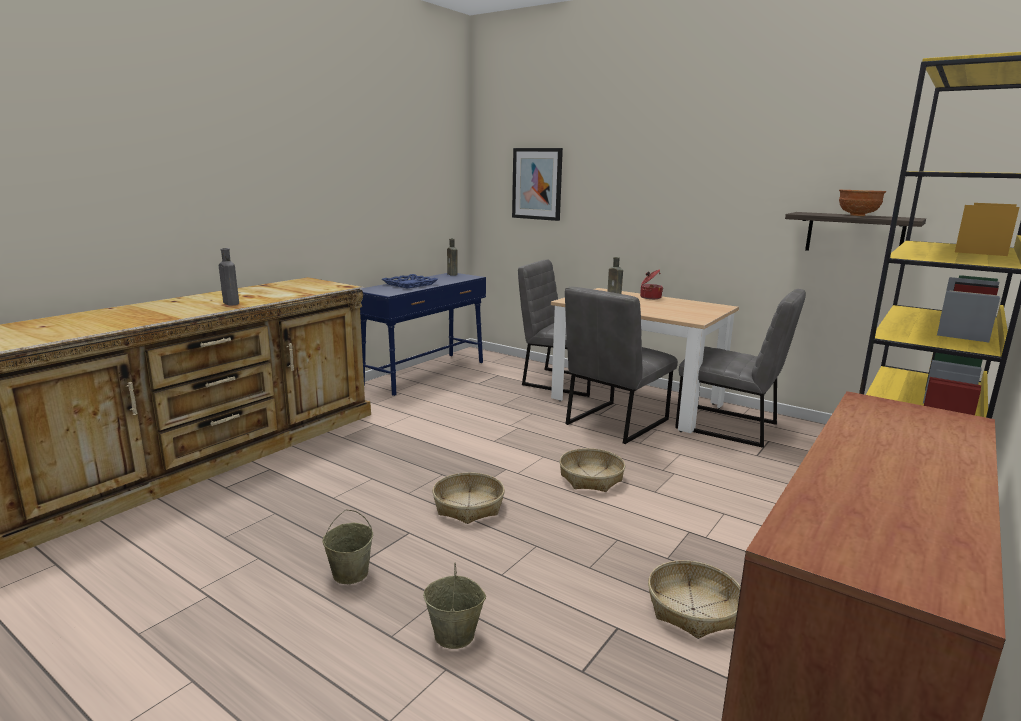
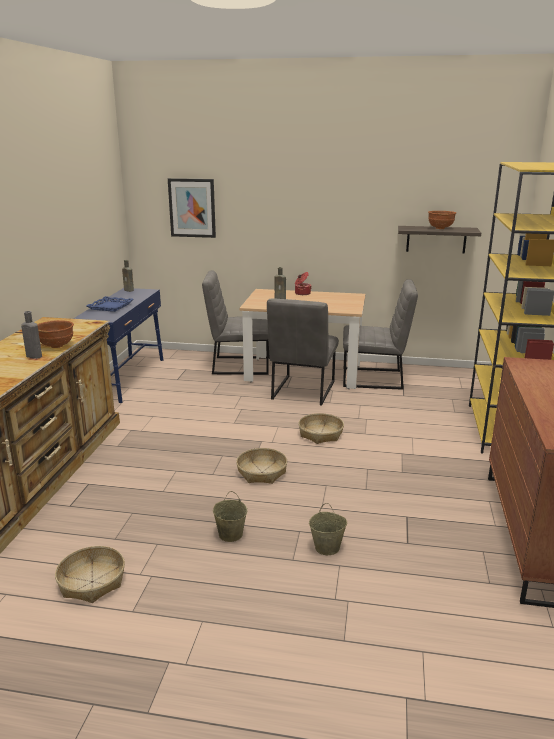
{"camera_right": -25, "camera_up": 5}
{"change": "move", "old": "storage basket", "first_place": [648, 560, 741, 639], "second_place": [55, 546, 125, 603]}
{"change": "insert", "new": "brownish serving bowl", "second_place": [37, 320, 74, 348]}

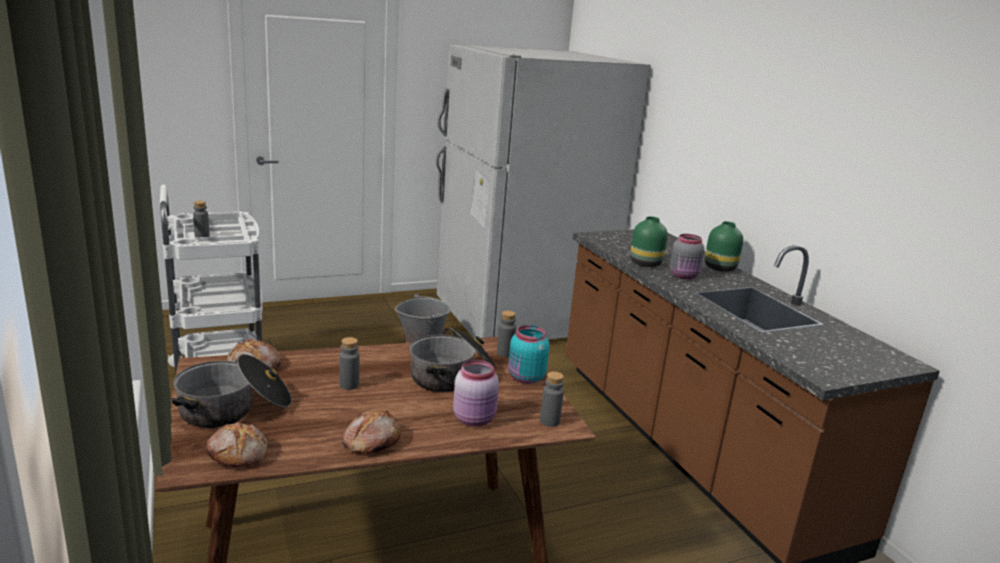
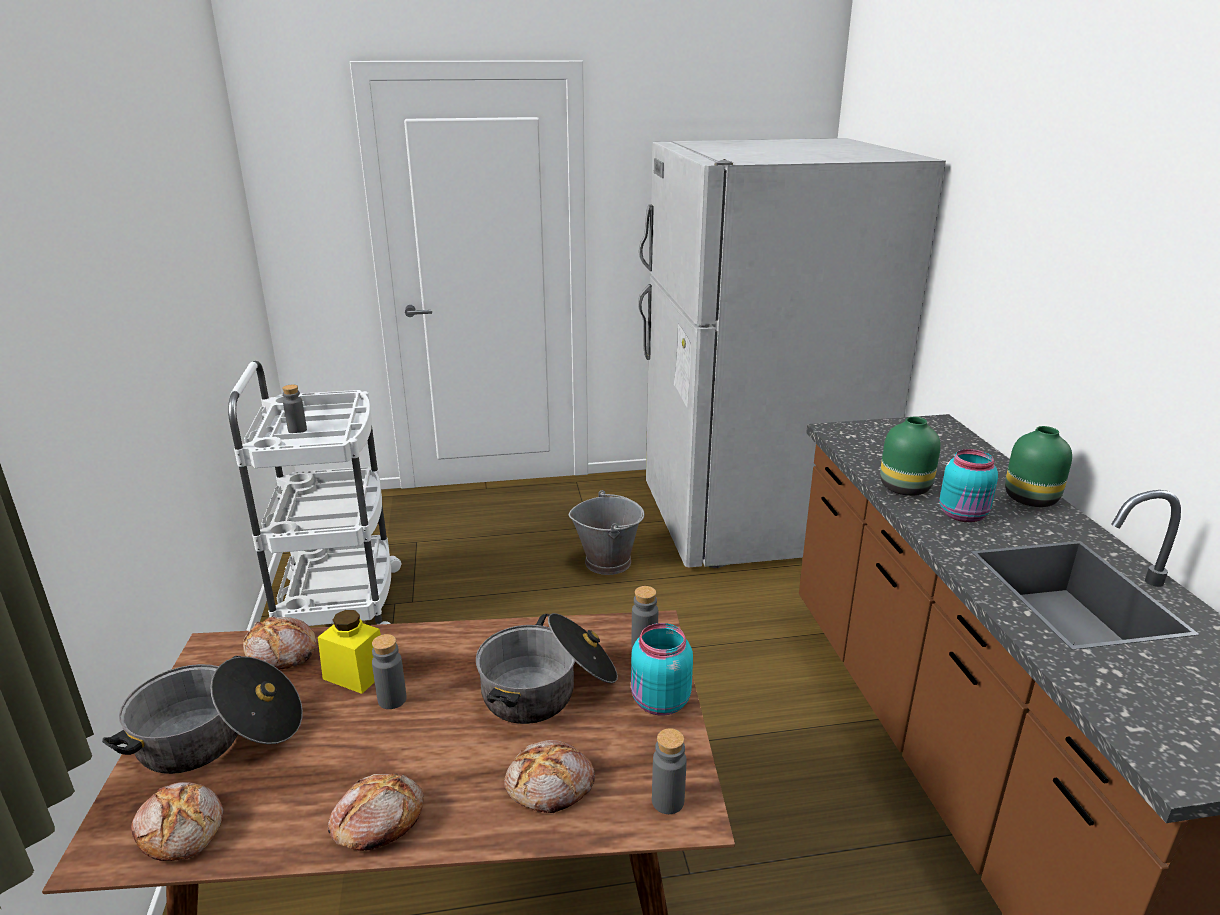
{"camera_right": 15, "camera_up": 5}
{"change": "recolor", "old": "grey storage jar", "new": "turquoise-coloured storage jar", "first_place": [670, 234, 705, 279], "second_place": [939, 449, 998, 522]}
{"change": "replace", "old": "pink-coloured storage jar", "new": "bread", "first_place": [453, 360, 499, 426], "second_place": [504, 740, 595, 813]}
{"change": "insert", "new": "yellow storage jar", "second_place": [318, 610, 381, 694]}

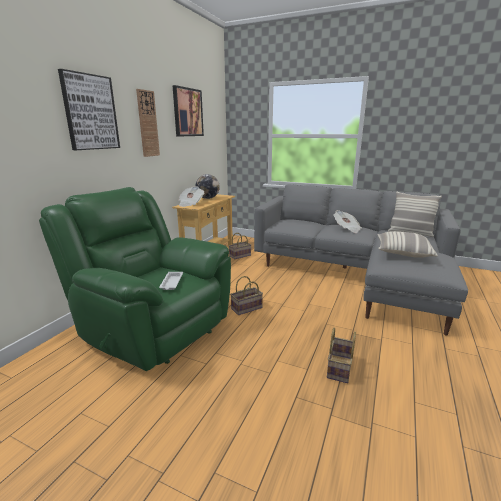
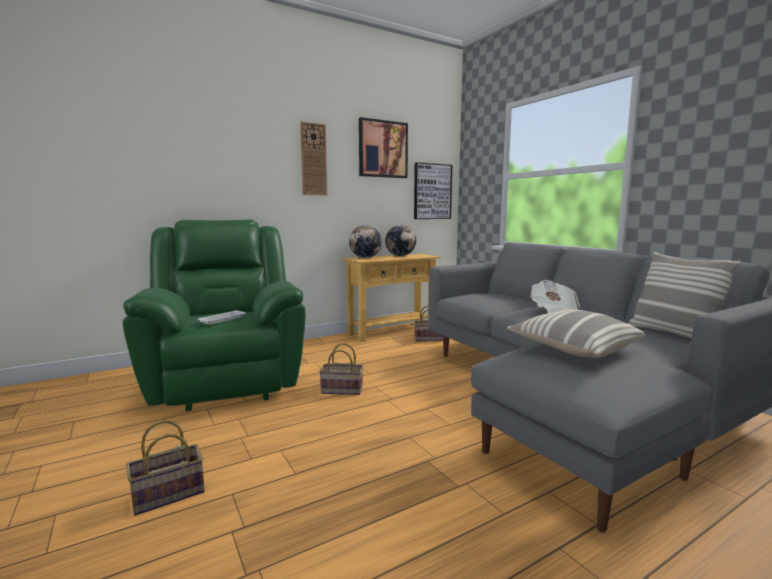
{"camera_right": 35, "camera_up": -10}
{"change": "move", "old": "picture", "first_place": [58, 69, 120, 150], "second_place": [414, 162, 452, 219]}
{"change": "replace", "old": "printed paper", "new": "globe", "first_place": [179, 186, 204, 207], "second_place": [349, 225, 382, 258]}
{"change": "move", "old": "storage basket", "first_place": [327, 328, 356, 383], "second_place": [126, 420, 205, 516]}

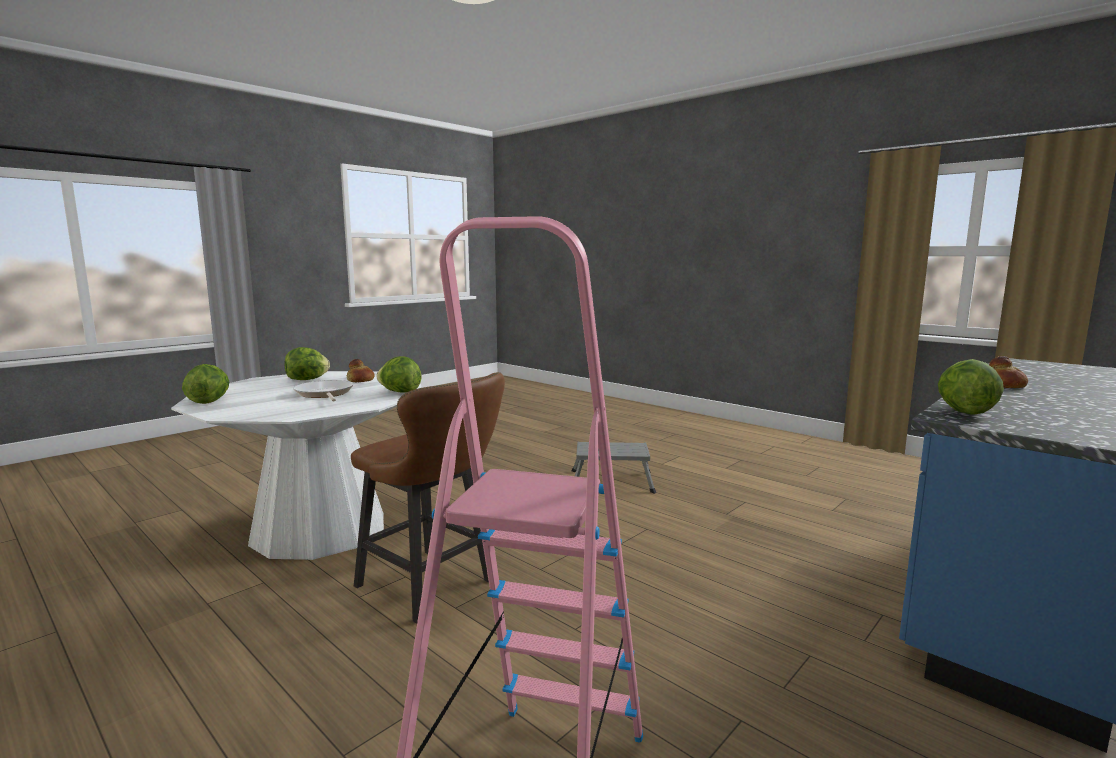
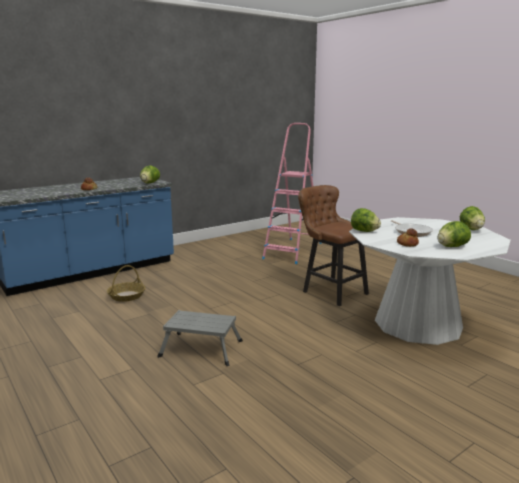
{"camera_right": -170, "camera_up": 5}
{"change": "insert", "new": "storage basket", "second_place": [107, 265, 145, 302]}

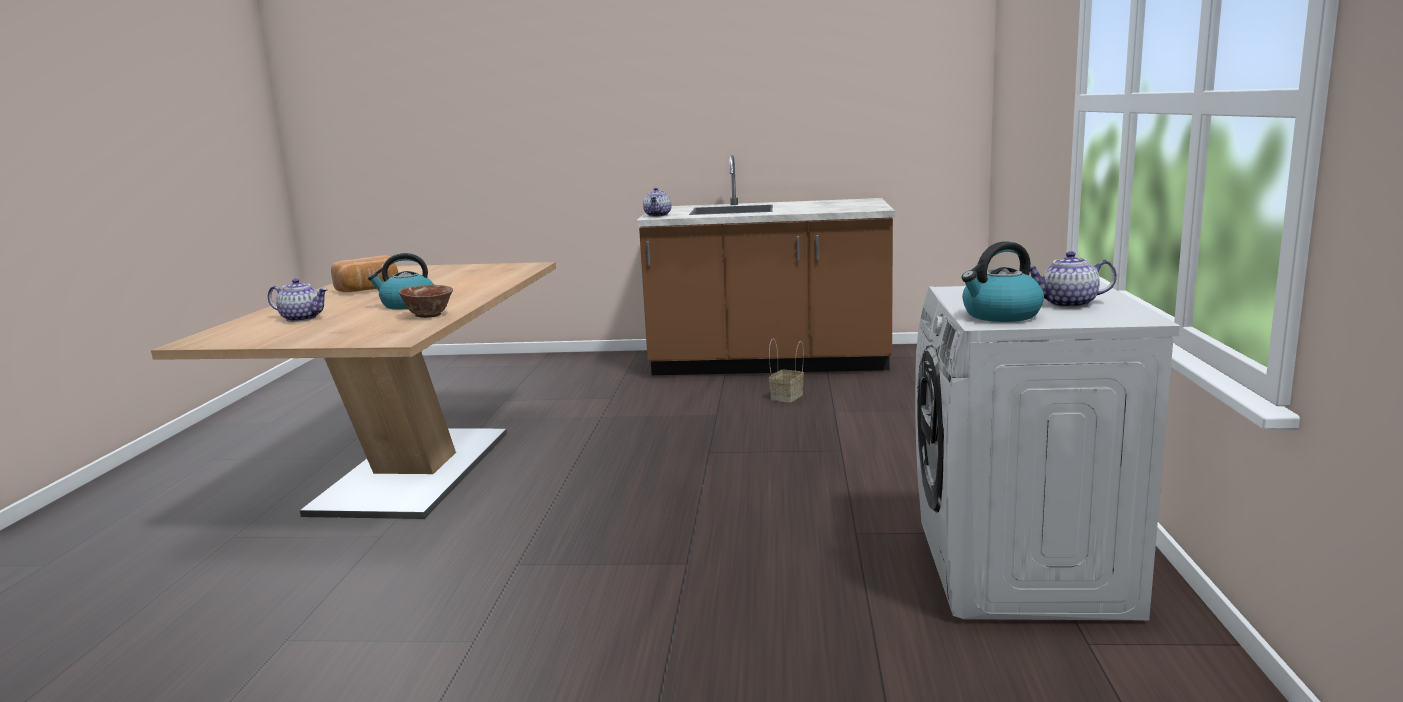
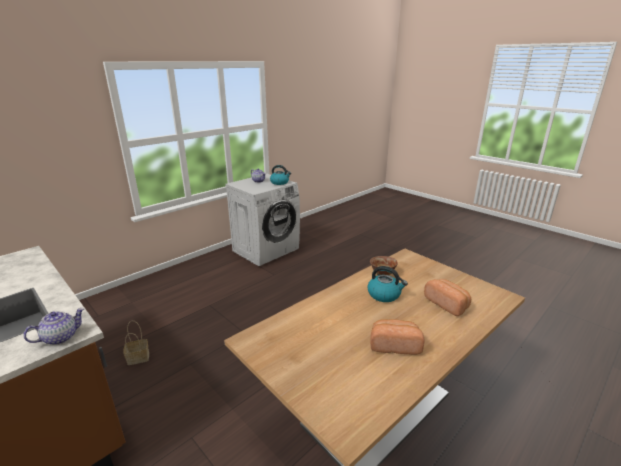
{"camera_right": -140, "camera_up": 10}
{"change": "replace", "old": "teapot", "new": "bread", "first_place": [268, 278, 328, 322], "second_place": [424, 279, 471, 316]}

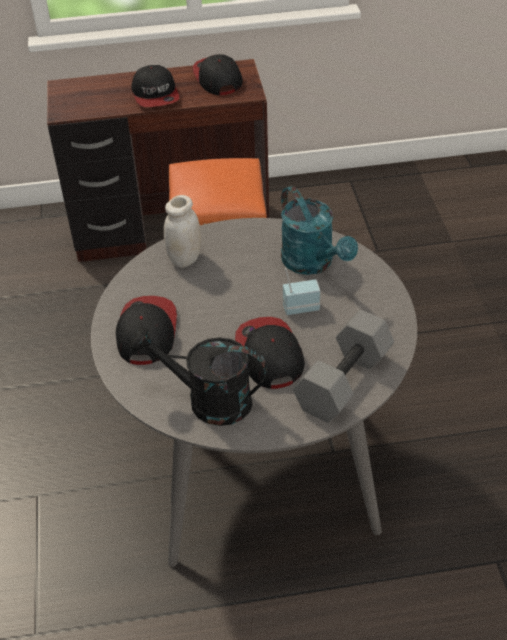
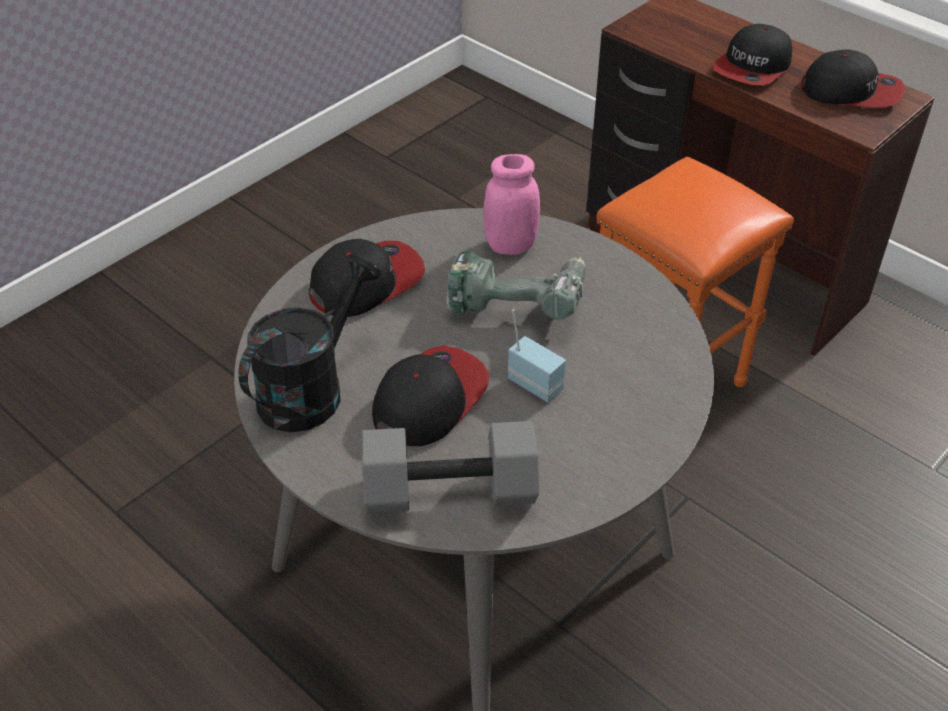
{"camera_right": 50, "camera_up": 0}
{"change": "rotate", "old": "baseball cap", "first_place": [193, 54, 243, 95], "second_place": [801, 49, 905, 108], "degrees": 75}
{"change": "delete", "old": "turquoise-coloured watering can", "first_place": [281, 186, 358, 275]}
{"change": "recolor", "old": "whitish storage jar", "new": "pink-coloured storage jar", "first_place": [164, 195, 201, 268], "second_place": [483, 154, 540, 255]}
{"change": "rotate", "old": "blackish watering can", "first_place": [130, 327, 267, 426], "second_place": [238, 254, 382, 432], "degrees": 60}
{"change": "insert", "new": "power drill", "second_place": [447, 251, 586, 320]}

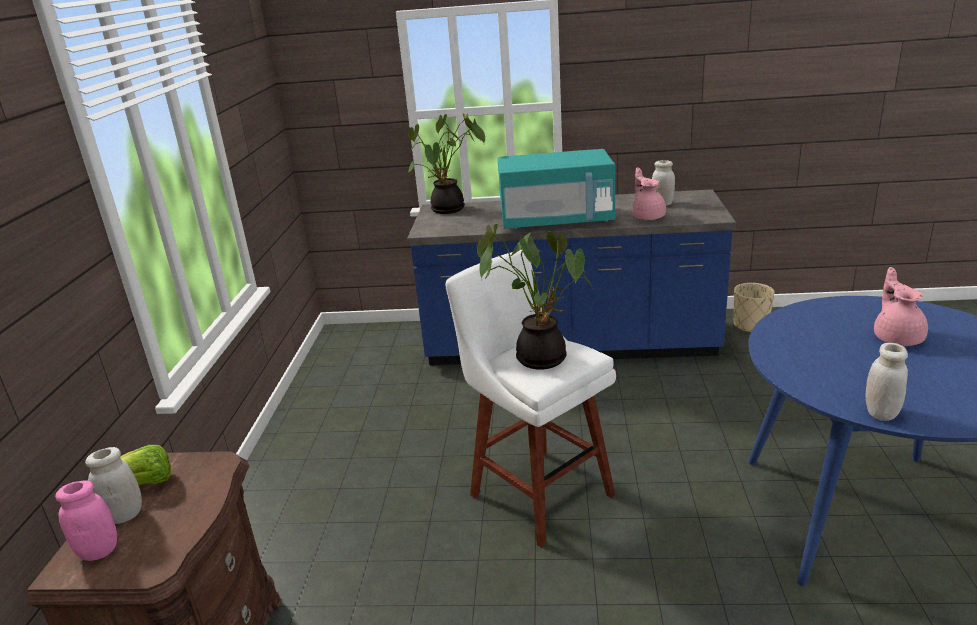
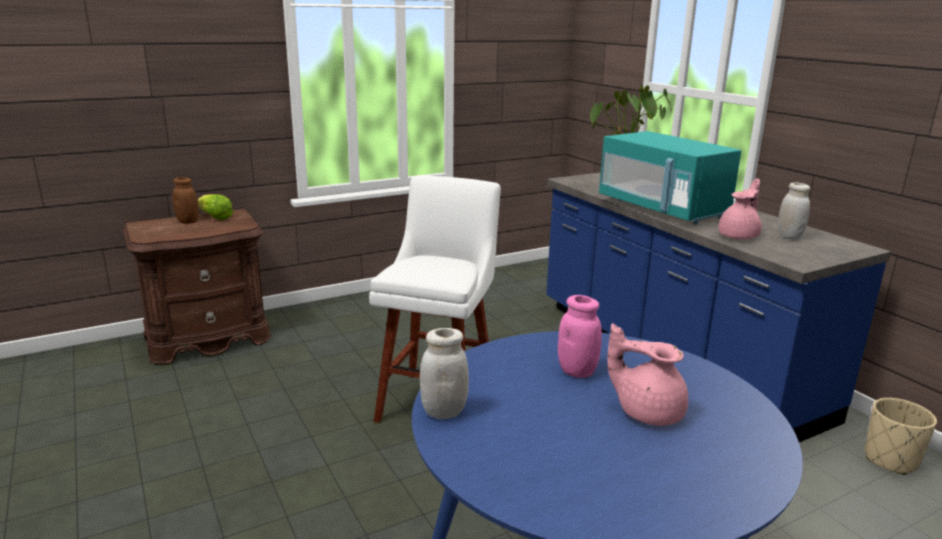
{"camera_right": 55, "camera_up": -5}
{"change": "delete", "old": "plant in a pot", "first_place": [477, 224, 592, 370]}
{"change": "rotate", "old": "pink-coloured teapot", "first_place": [874, 267, 928, 346], "second_place": [607, 323, 688, 426], "degrees": -120}
{"change": "recolor", "old": "whitish storage jar", "new": "brownish storage jar", "first_place": [85, 447, 142, 524], "second_place": [172, 177, 199, 224]}
{"change": "move", "old": "pink-coloured storage jar", "first_place": [55, 480, 117, 561], "second_place": [558, 295, 602, 378]}

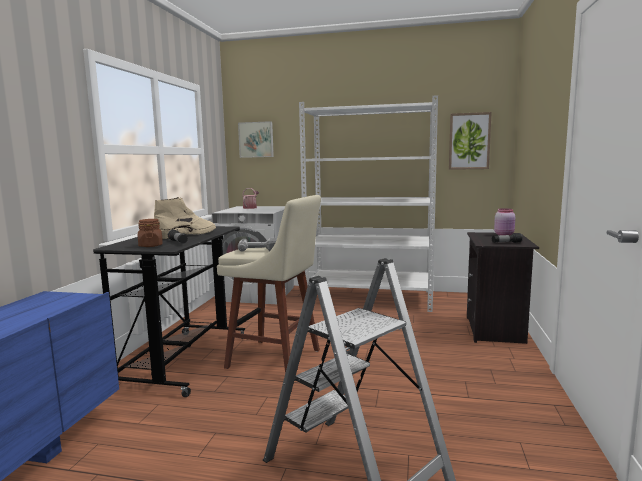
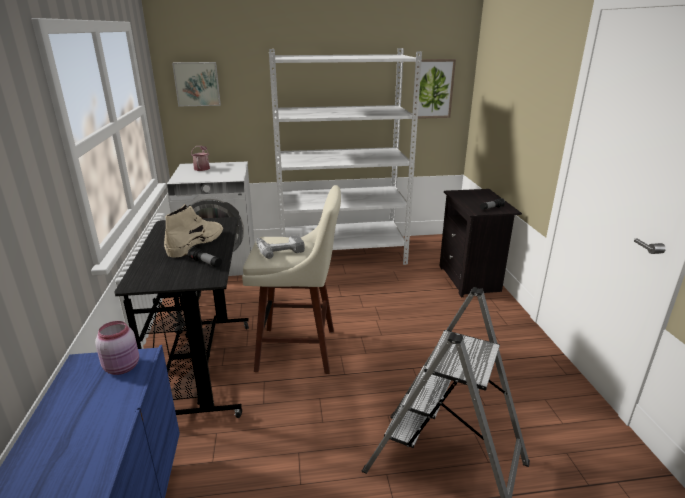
{"camera_right": -20, "camera_up": 15}
{"change": "move", "old": "pink-coloured storage jar", "first_place": [494, 208, 515, 235], "second_place": [95, 321, 139, 375]}
{"change": "delete", "old": "brownish storage jar", "first_place": [138, 219, 163, 247]}

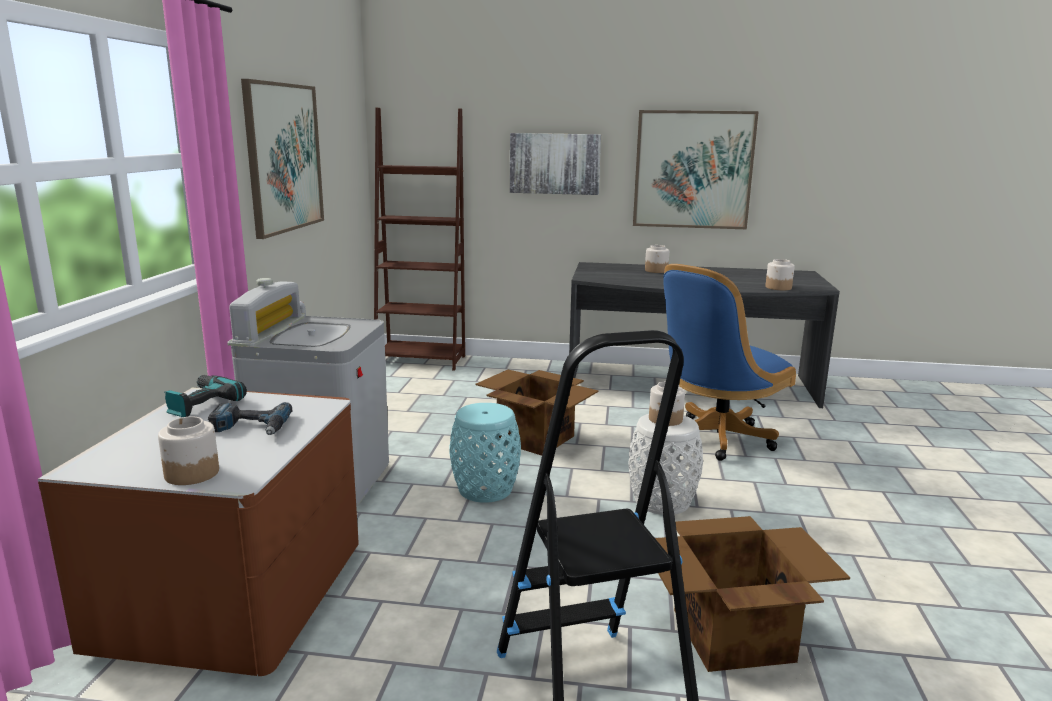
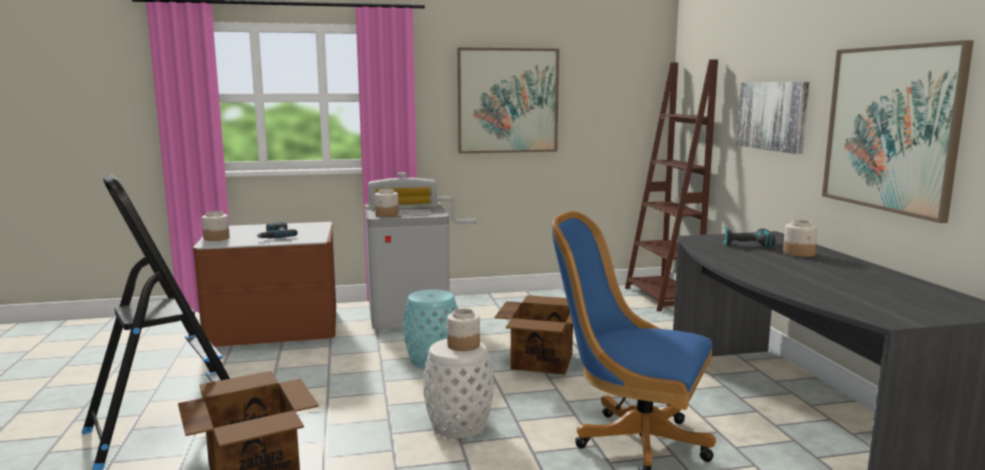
{"camera_right": 70, "camera_up": -5}
{"change": "move", "old": "storage jar", "first_place": [765, 259, 795, 290], "second_place": [375, 189, 399, 217]}
{"change": "move", "old": "power drill", "first_place": [165, 375, 247, 417], "second_place": [723, 227, 776, 248]}

